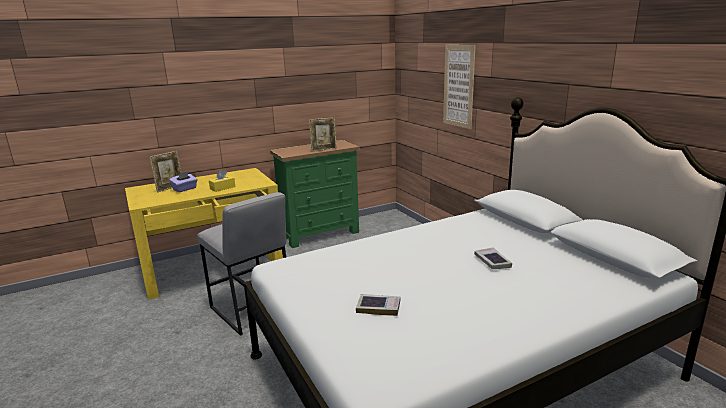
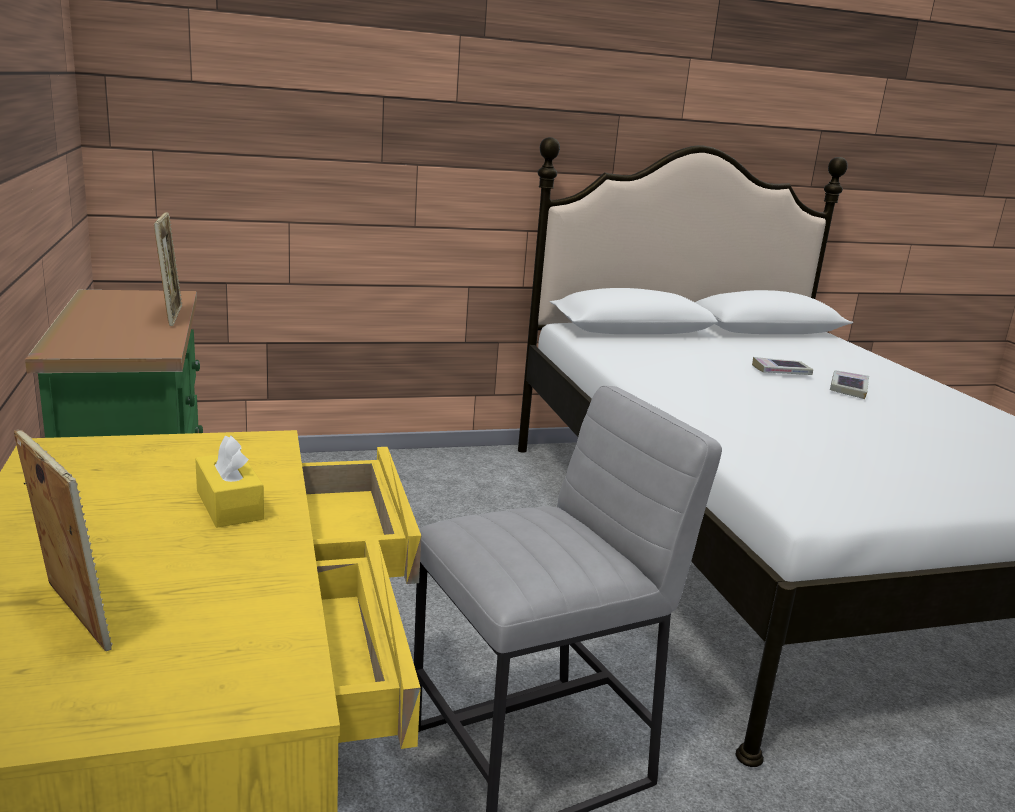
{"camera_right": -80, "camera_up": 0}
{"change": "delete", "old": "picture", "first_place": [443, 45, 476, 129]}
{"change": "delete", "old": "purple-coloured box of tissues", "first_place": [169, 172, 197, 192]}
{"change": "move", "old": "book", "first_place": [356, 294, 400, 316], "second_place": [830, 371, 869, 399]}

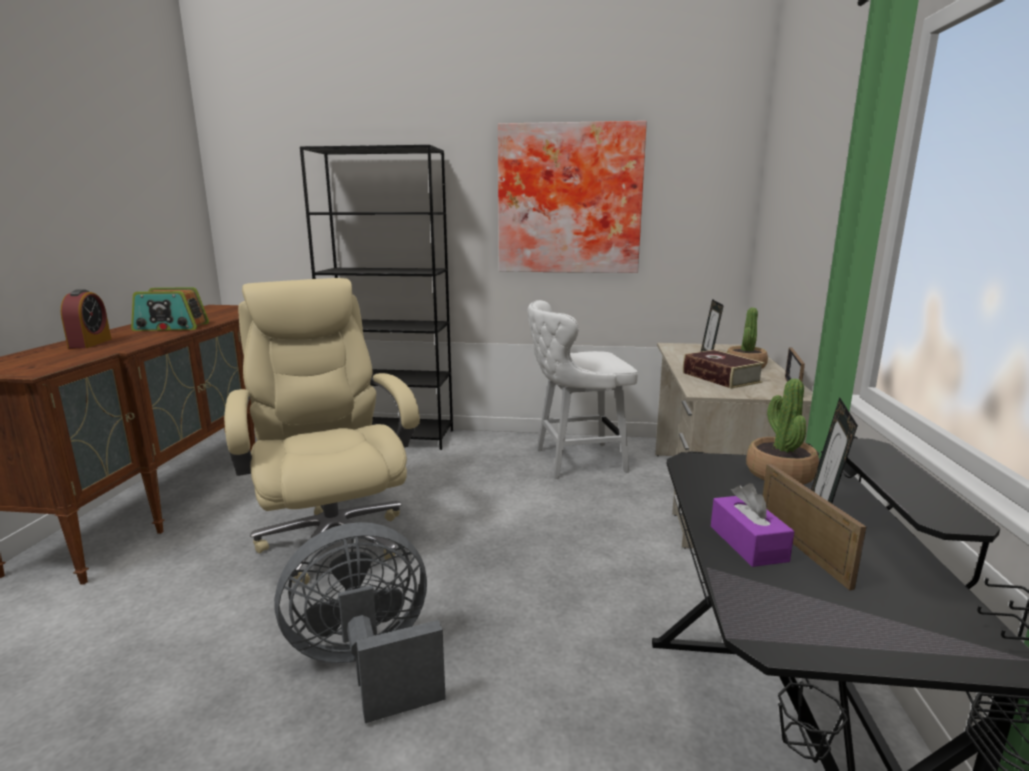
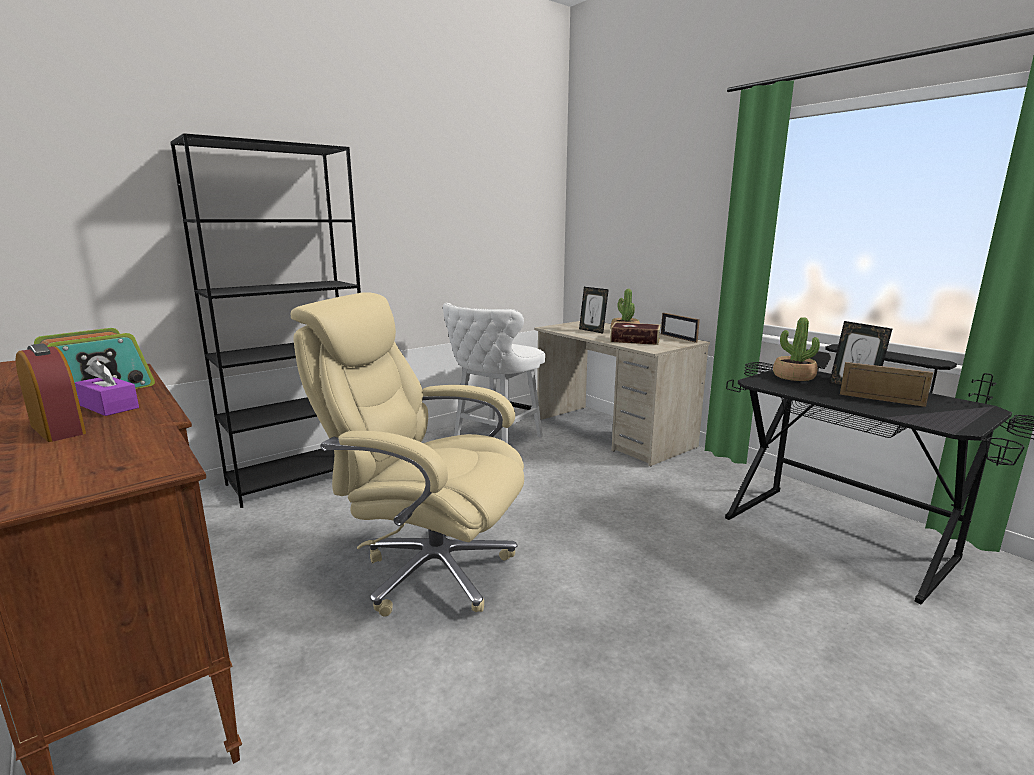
{"camera_right": -45, "camera_up": 0}
{"change": "delete", "old": "picture", "first_place": [498, 121, 647, 273]}
{"change": "move", "old": "purple-coloured box of tissues", "first_place": [711, 483, 795, 567], "second_place": [75, 360, 139, 416]}
{"change": "delete", "old": "grey fan", "first_place": [274, 522, 446, 723]}

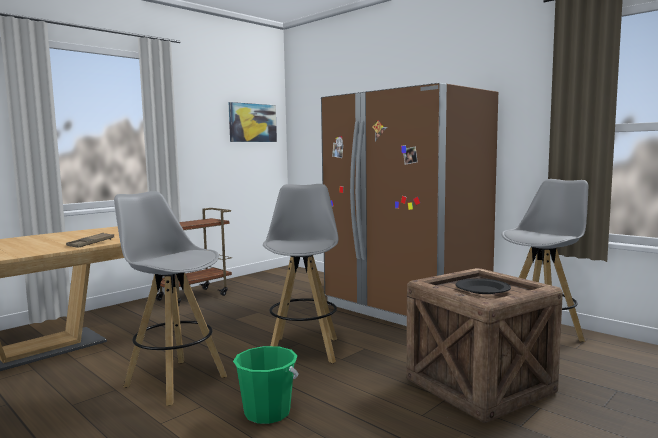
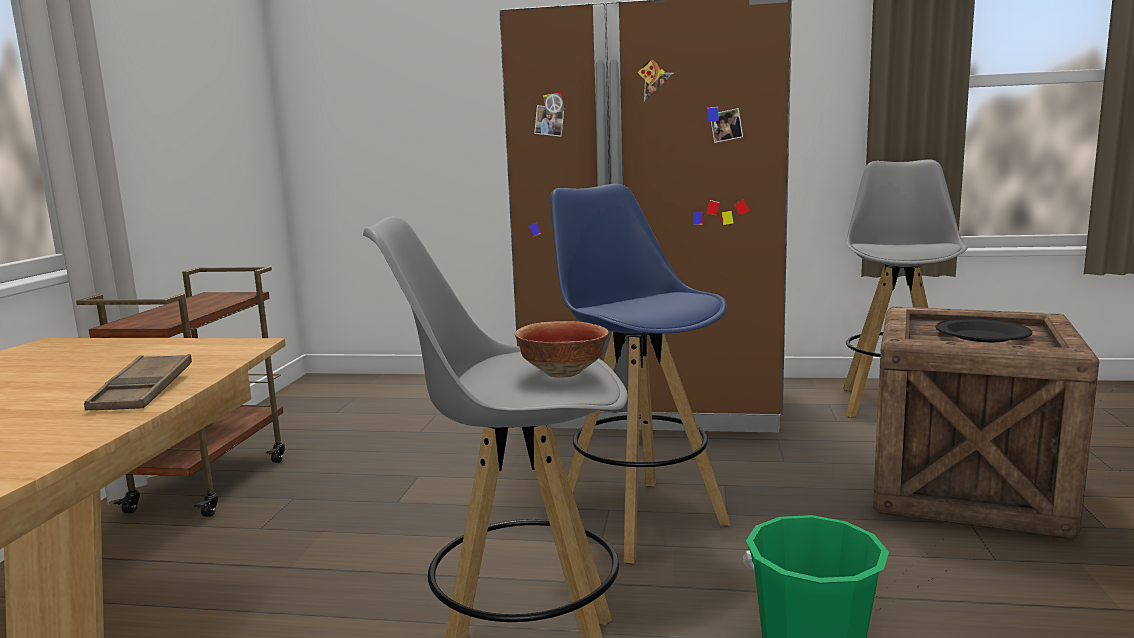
{"camera_right": -35, "camera_up": 5}
{"change": "delete", "old": "picture", "first_place": [229, 102, 277, 142]}
{"change": "recolor", "old": "grey stool seat", "new": "blue stool seat", "first_place": [263, 184, 339, 363], "second_place": [550, 184, 730, 564]}
{"change": "insert", "new": "serving bowl", "second_place": [515, 321, 609, 378]}

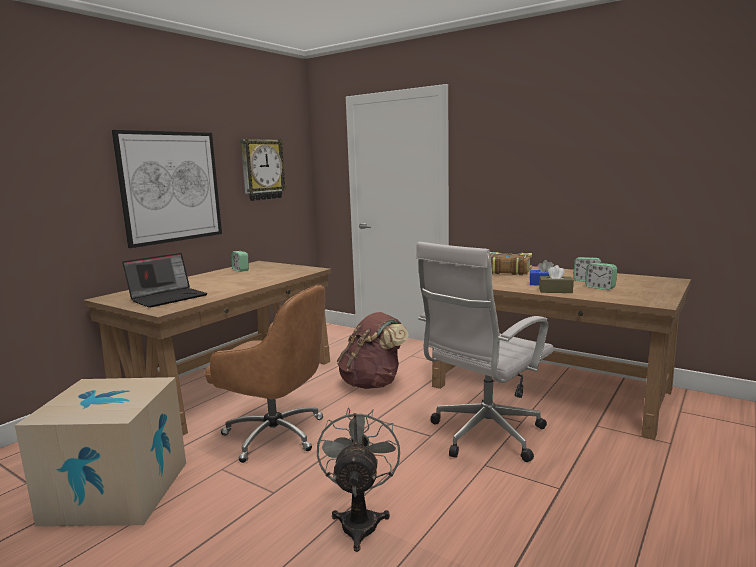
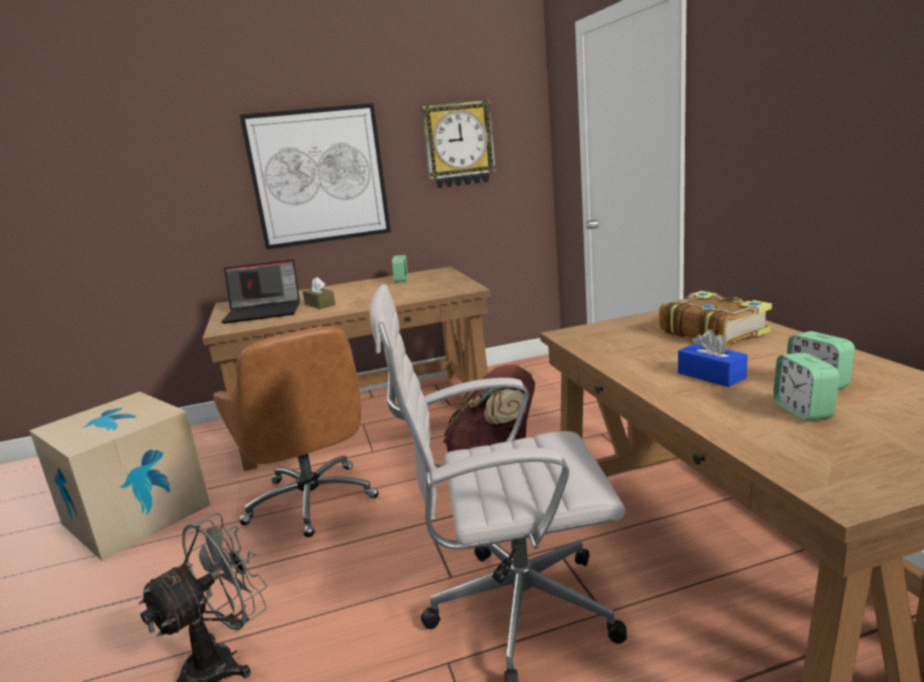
{"camera_right": 40, "camera_up": 5}
{"change": "move", "old": "brownish box of tissues", "first_place": [539, 265, 574, 293], "second_place": [302, 277, 335, 309]}

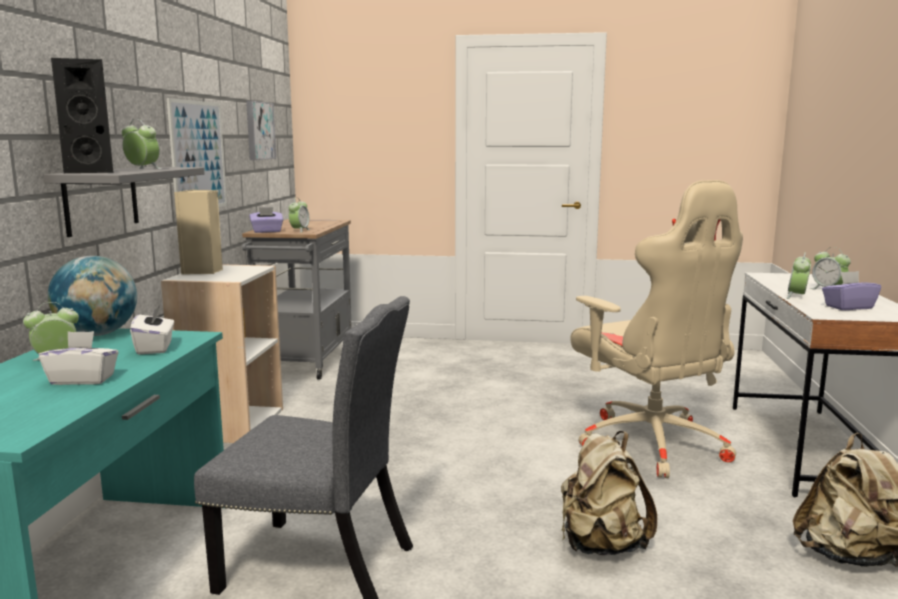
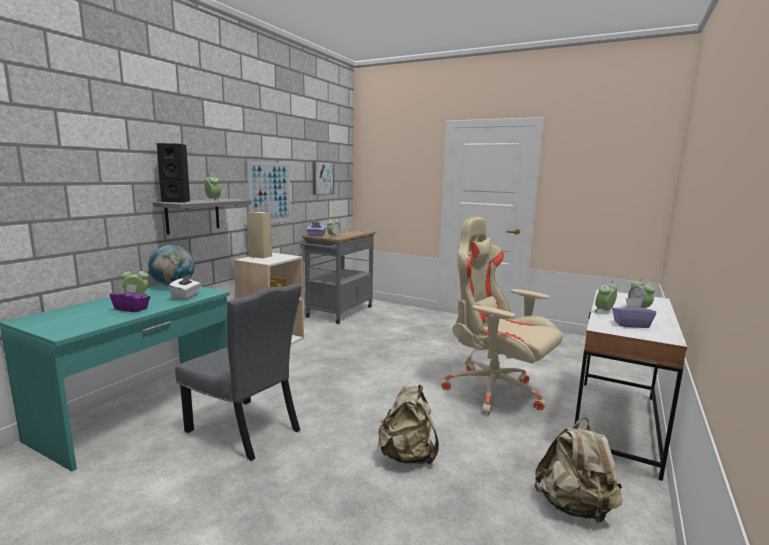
{"camera_right": 20, "camera_up": 0}
{"change": "rotate", "old": "beige desk chair", "first_place": [570, 180, 743, 478], "second_place": [441, 216, 563, 415], "degrees": 135}
{"change": "recolor", "old": "whitish box of tissues", "new": "purple-coloured box of tissues", "first_place": [39, 331, 119, 385], "second_place": [110, 284, 150, 312]}

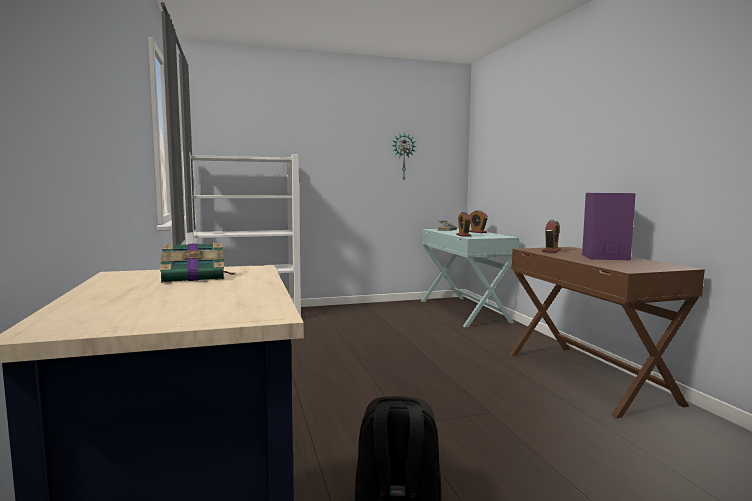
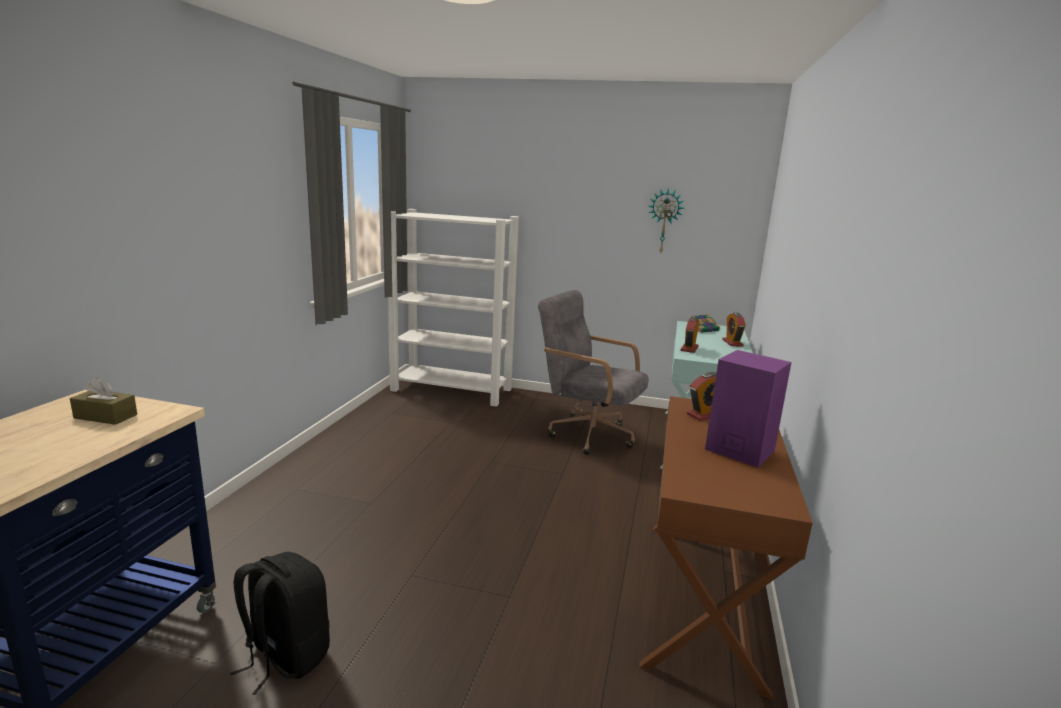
{"camera_right": 30, "camera_up": 10}
{"change": "replace", "old": "book", "new": "brownish box of tissues", "first_place": [160, 243, 233, 283], "second_place": [70, 377, 137, 425]}
{"change": "insert", "new": "grey desk chair", "second_place": [538, 290, 649, 455]}

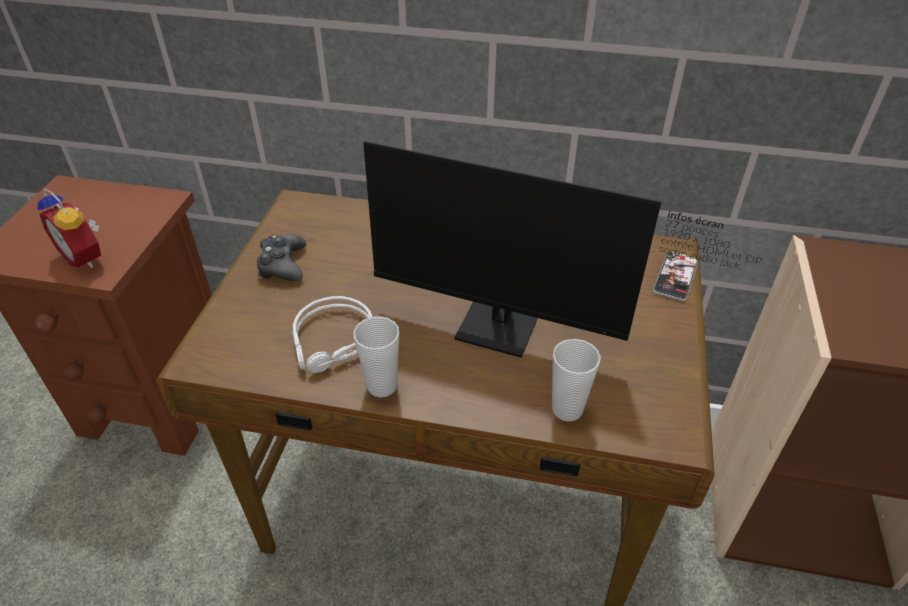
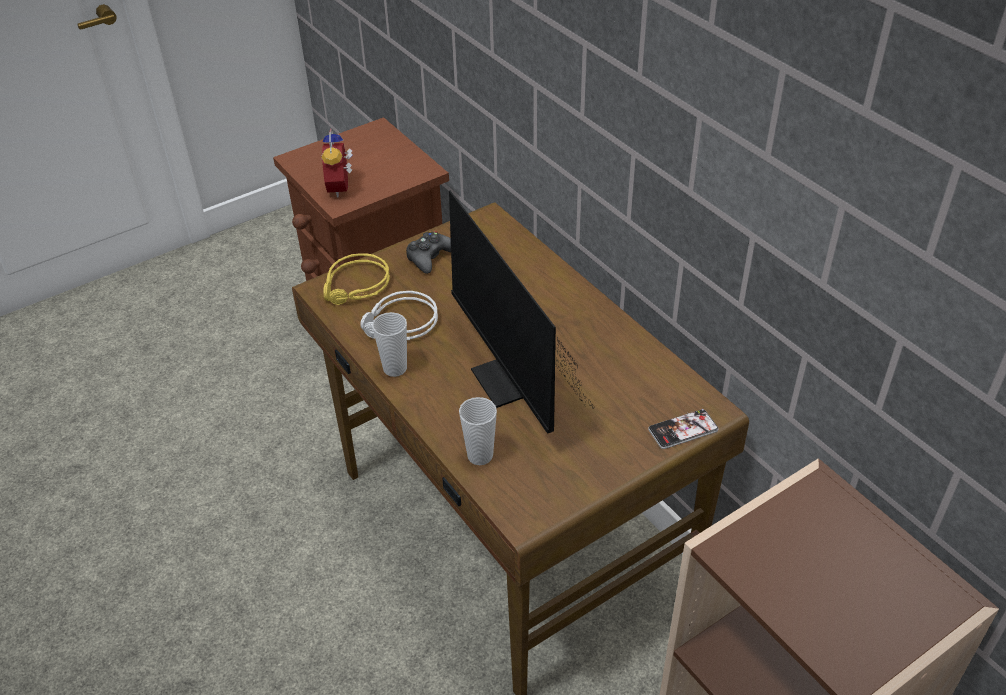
{"camera_right": 45, "camera_up": 0}
{"change": "insert", "new": "yellow pair of headphones", "second_place": [323, 253, 390, 305]}

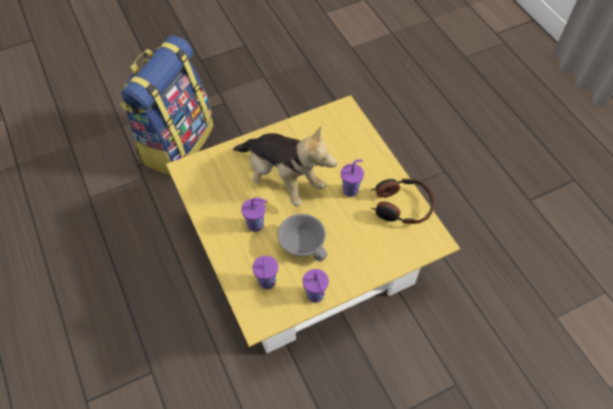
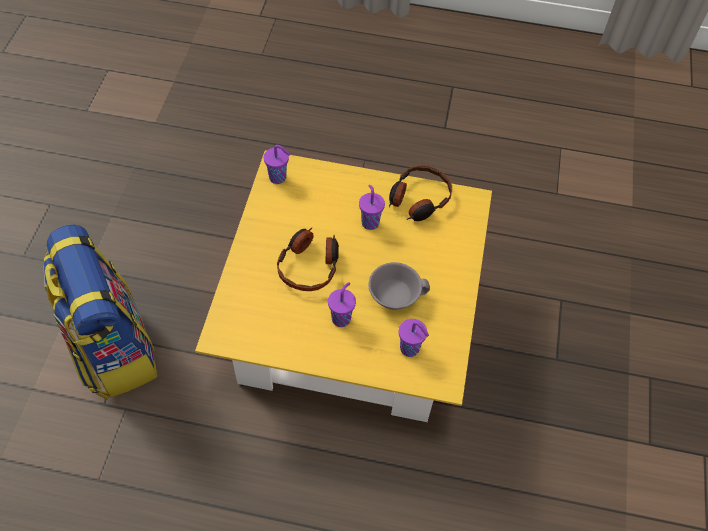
{"camera_right": -55, "camera_up": 0}
{"change": "replace", "old": "cuddly toy", "new": "pair of headphones", "first_place": [233, 125, 337, 206], "second_place": [277, 227, 339, 291]}
{"change": "move", "old": "purple-coloured small cup", "first_place": [303, 269, 329, 303], "second_place": [264, 145, 290, 184]}

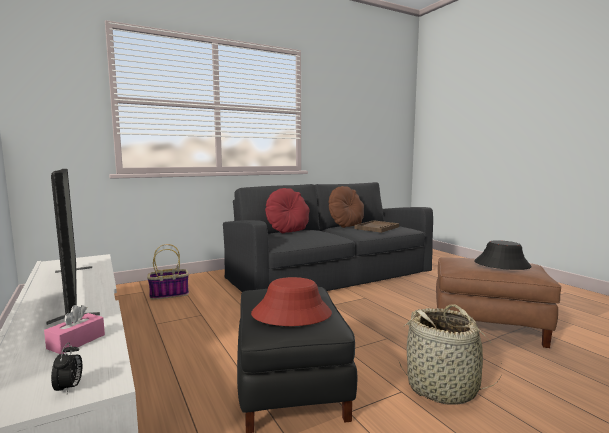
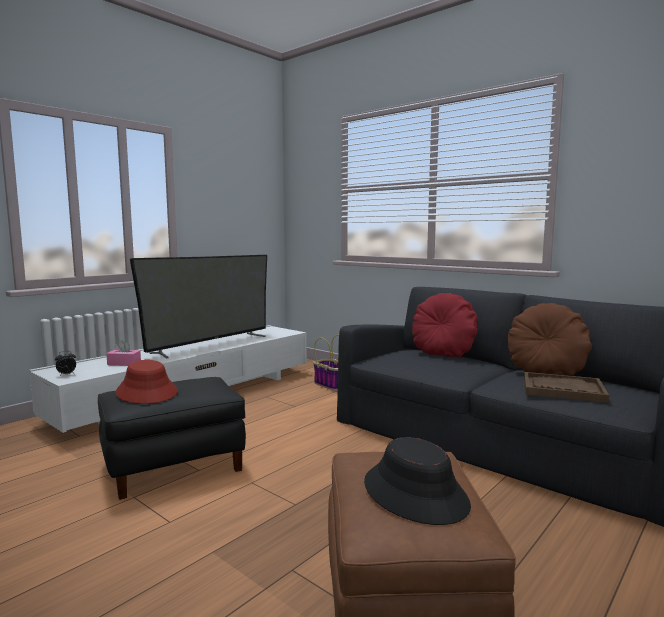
{"camera_right": 70, "camera_up": 0}
{"change": "delete", "old": "storage basket", "first_place": [399, 304, 502, 405]}

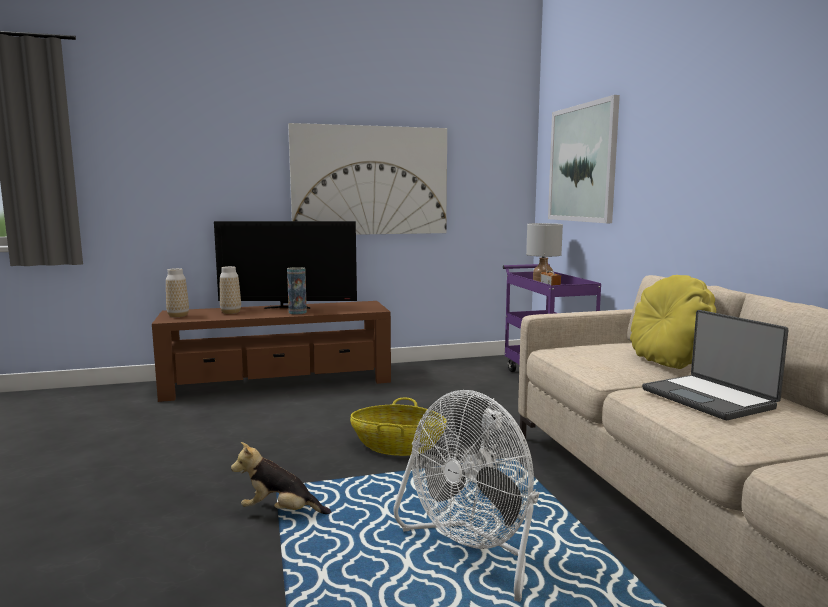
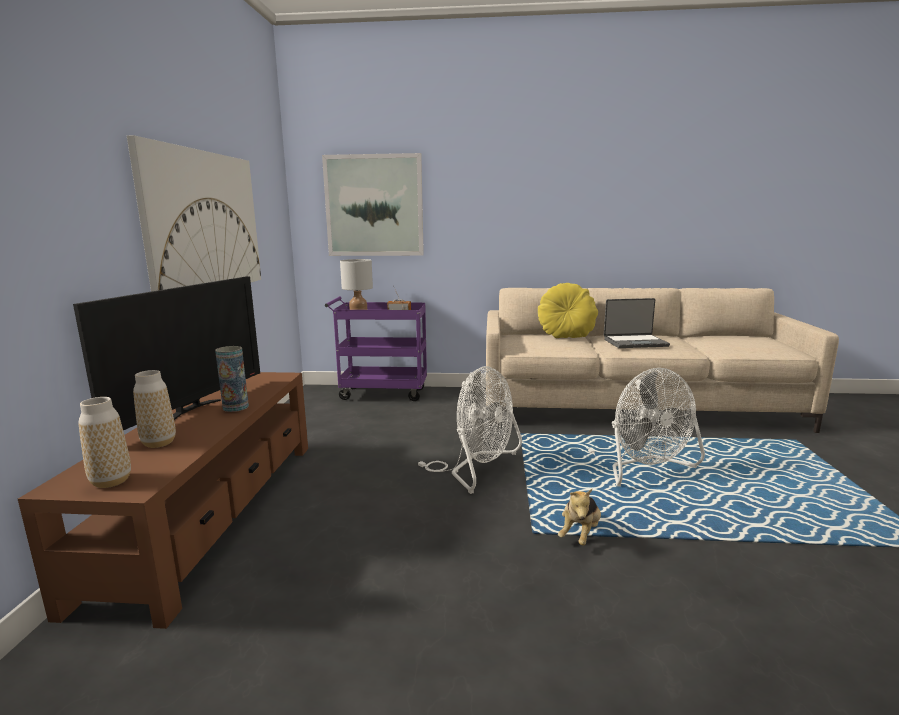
{"camera_right": -70, "camera_up": 5}
{"change": "replace", "old": "storage basket", "new": "whitish fan", "first_place": [350, 397, 447, 456], "second_place": [418, 366, 522, 494]}

